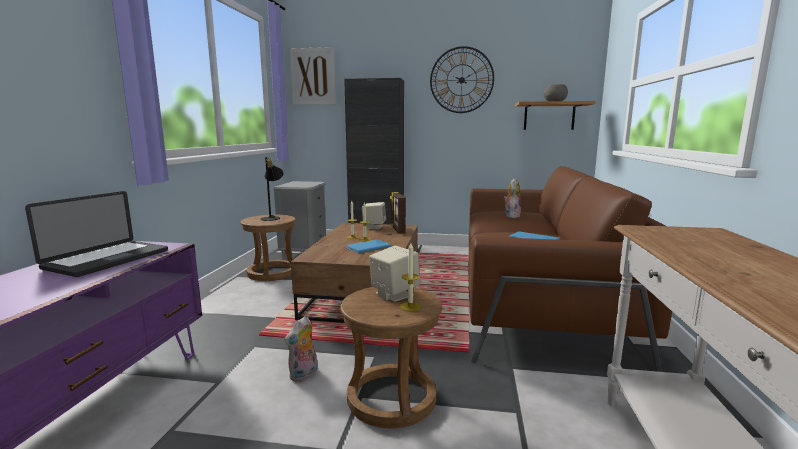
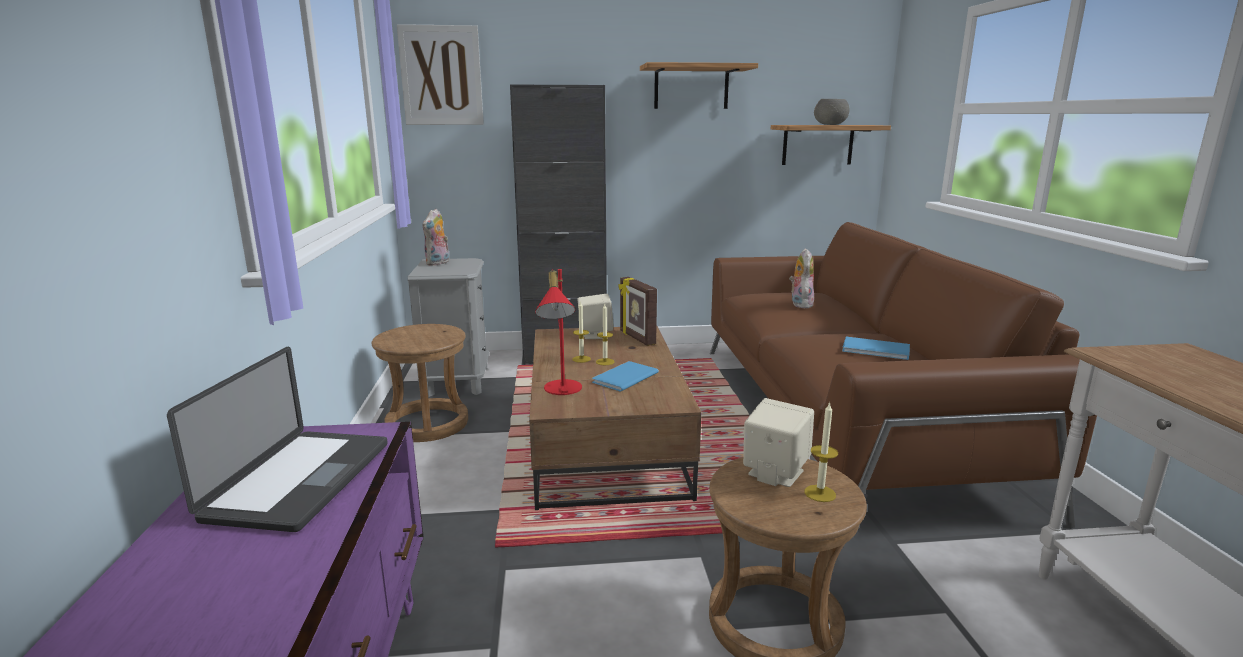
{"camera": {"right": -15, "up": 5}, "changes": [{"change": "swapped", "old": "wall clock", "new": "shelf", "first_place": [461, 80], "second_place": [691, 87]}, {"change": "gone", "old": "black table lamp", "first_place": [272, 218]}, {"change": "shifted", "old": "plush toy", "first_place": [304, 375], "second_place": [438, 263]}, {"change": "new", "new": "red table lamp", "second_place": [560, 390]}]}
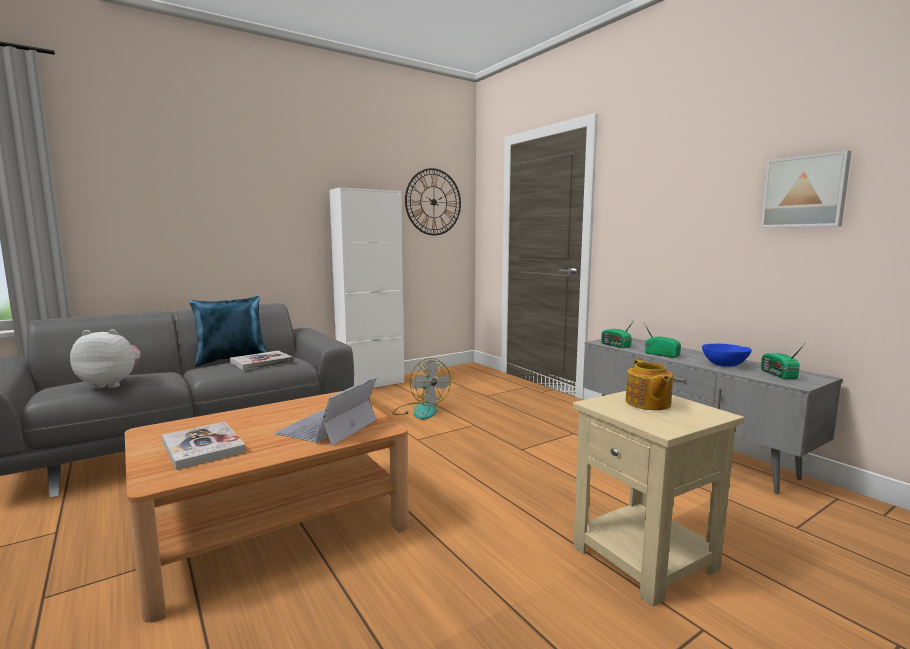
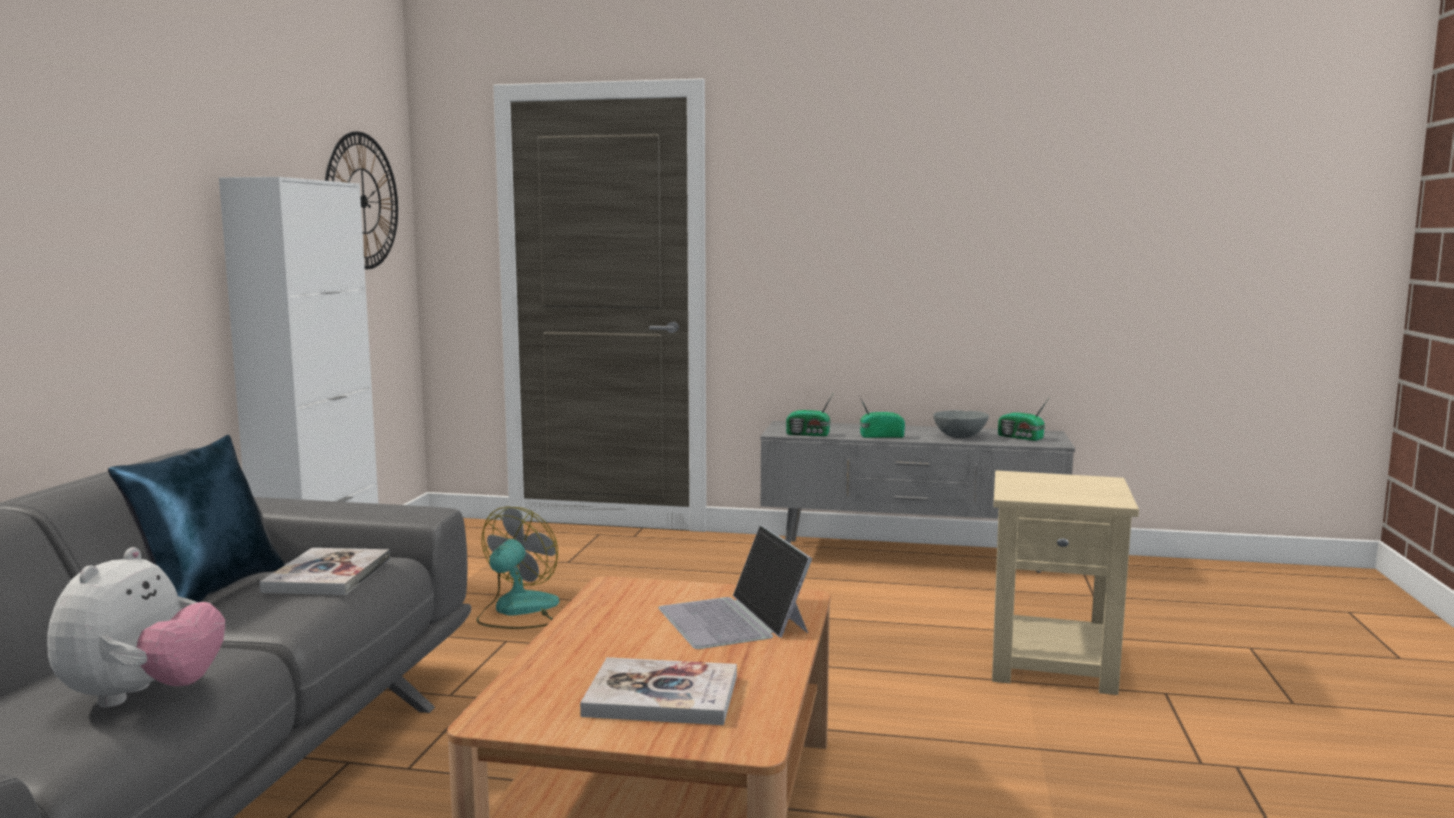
{"camera": {"right": -45, "up": 0}, "changes": [{"change": "gone", "old": "picture", "first_place": [804, 192]}, {"change": "rotated", "old": "plush toy", "first_place": [111, 384], "second_place": [143, 696], "degrees": 150}, {"change": "repainted", "old": "blue bowl", "new": "grey bowl", "first_place": [724, 364], "second_place": [960, 436]}, {"change": "rotated", "old": "fan", "first_place": [420, 410], "second_place": [517, 611], "degrees": -75}, {"change": "gone", "old": "teapot", "first_place": [647, 403]}]}
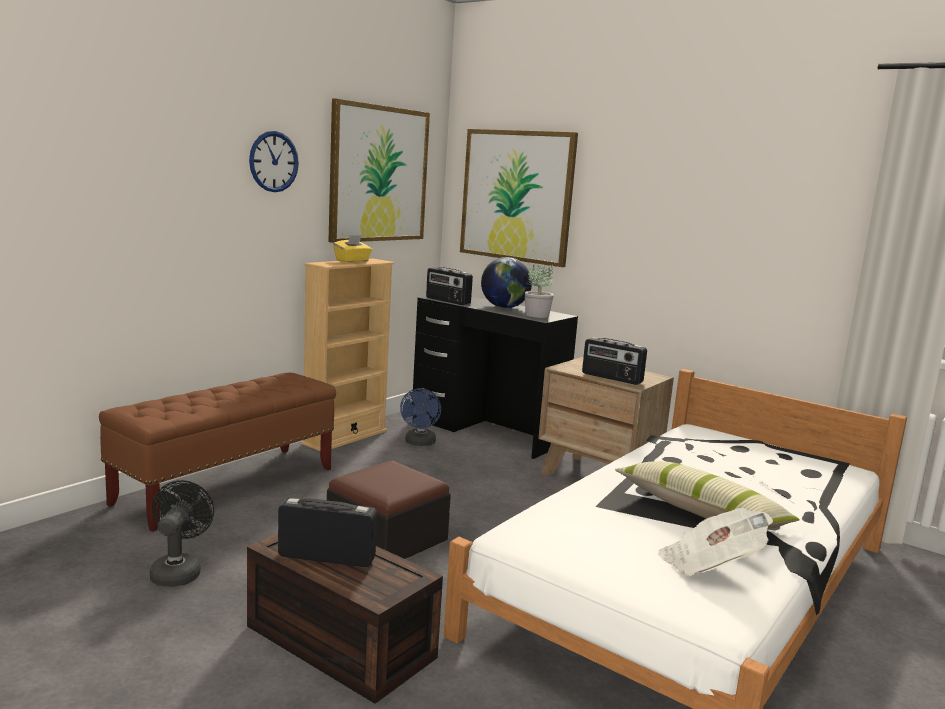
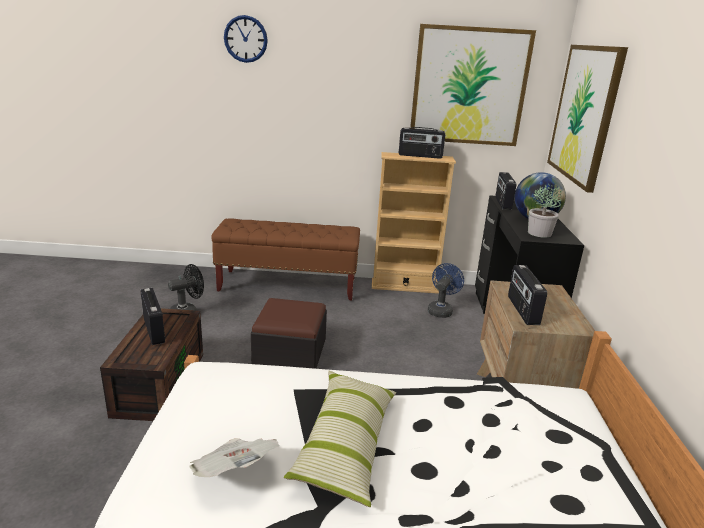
{"camera": {"right": 55, "up": 10}, "changes": [{"change": "shifted", "old": "wall clock", "first_place": [273, 161], "second_place": [245, 39]}, {"change": "swapped", "old": "yellow tissue box", "new": "radio", "first_place": [352, 261], "second_place": [420, 156]}, {"change": "rotated", "old": "blue fan", "first_place": [420, 443], "second_place": [441, 310], "degrees": 150}]}
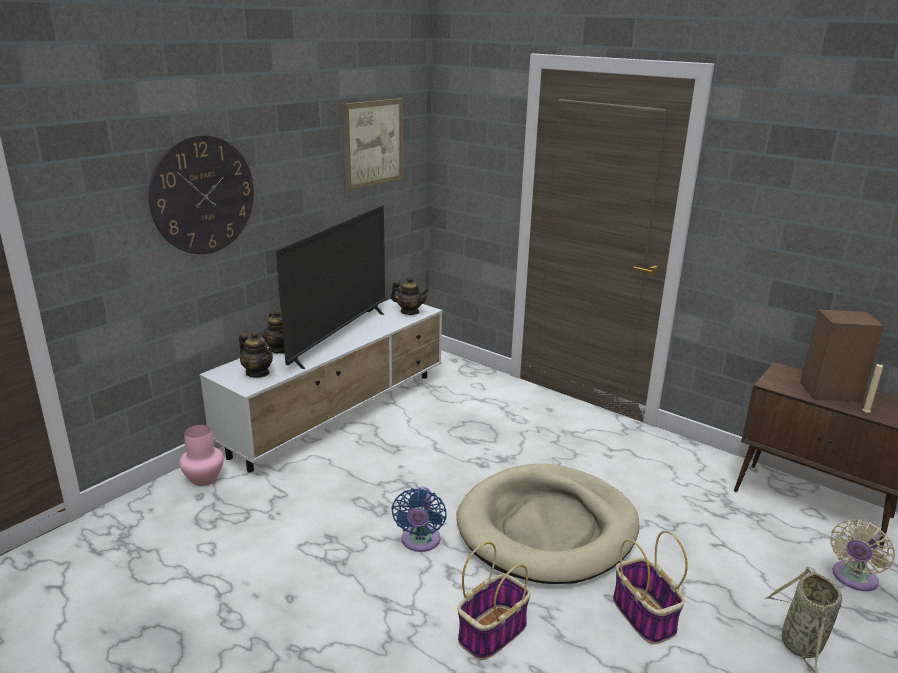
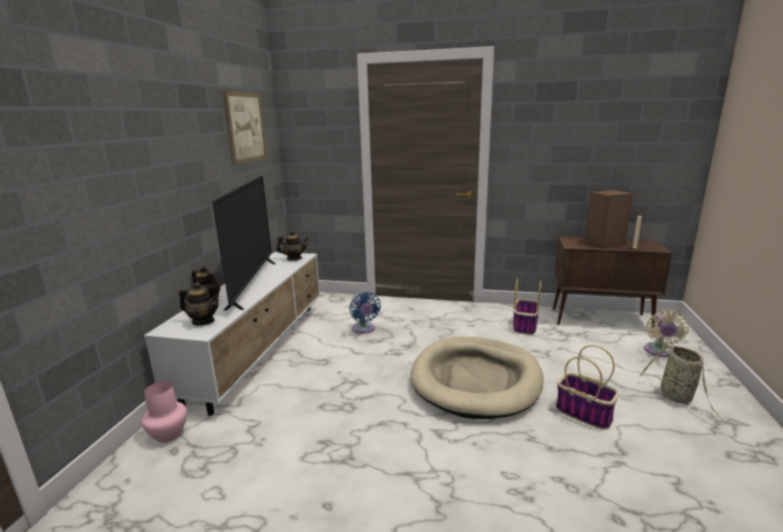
{"camera": {"right": -25, "up": -5}, "changes": [{"change": "gone", "old": "wall clock", "first_place": [203, 195]}, {"change": "shifted", "old": "blue fan", "first_place": [420, 542], "second_place": [364, 329]}, {"change": "shifted", "old": "basket", "first_place": [492, 631], "second_place": [524, 326]}]}
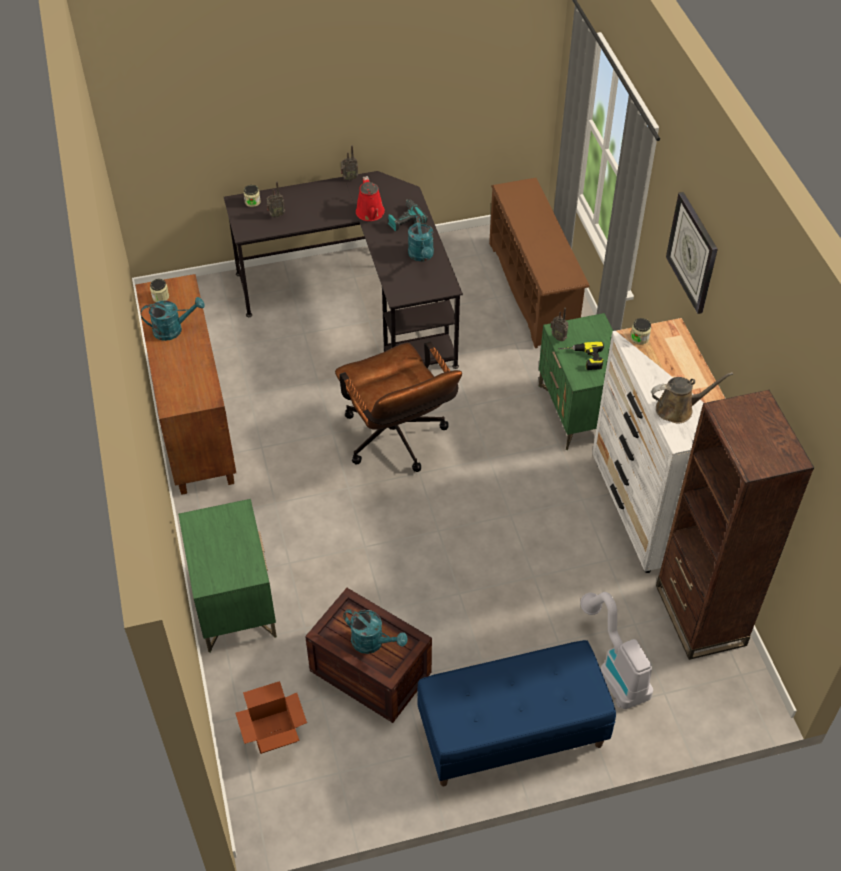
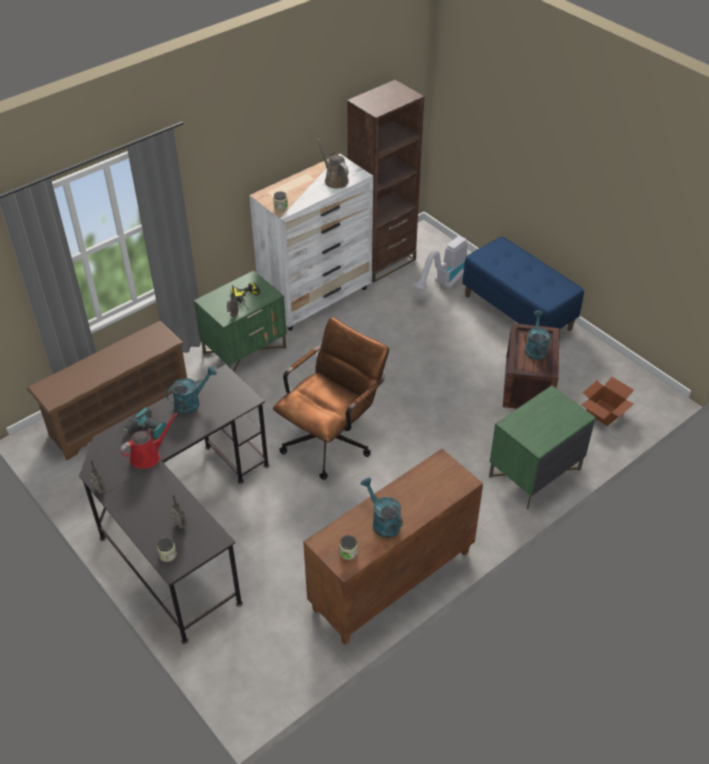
{"camera": {"right": -115, "up": -5}, "changes": [{"change": "gone", "old": "wall clock", "first_place": [693, 252]}]}
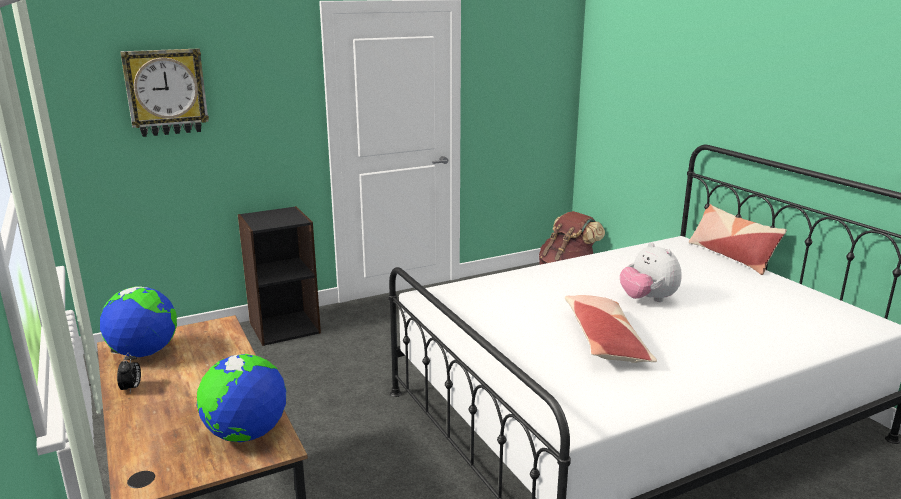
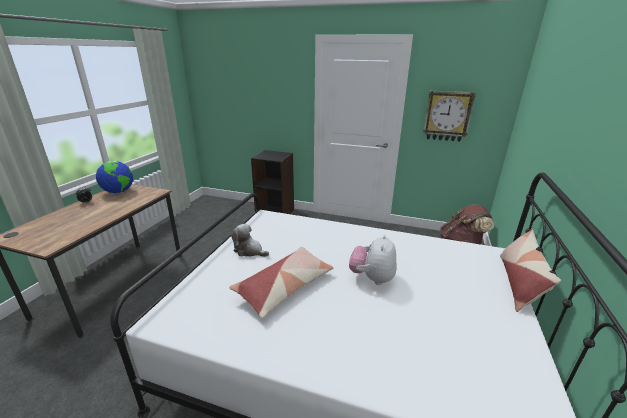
{"camera": {"right": 45, "up": 5}, "changes": [{"change": "shifted", "old": "wall clock", "first_place": [166, 92], "second_place": [447, 116]}, {"change": "gone", "old": "globe", "first_place": [246, 434]}, {"change": "new", "new": "plush toy", "second_place": [249, 251]}]}
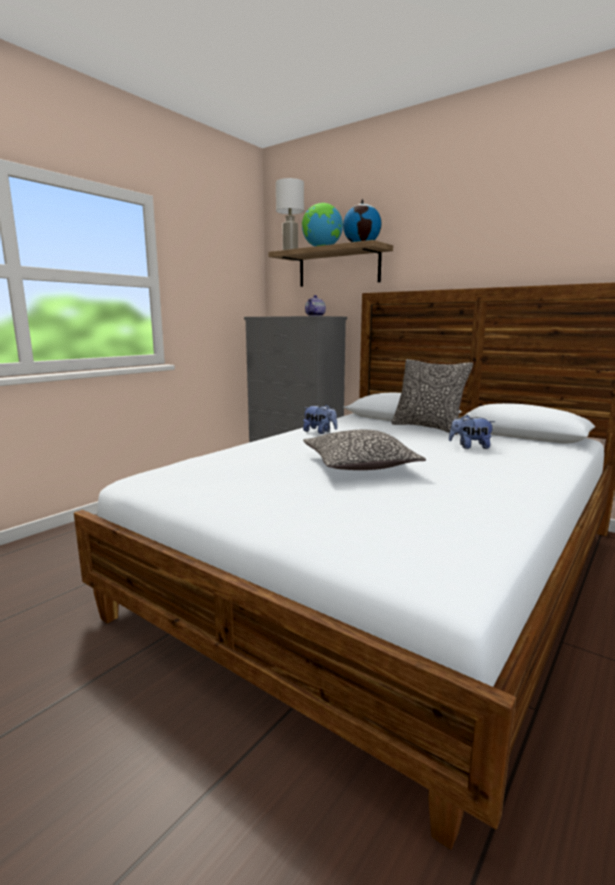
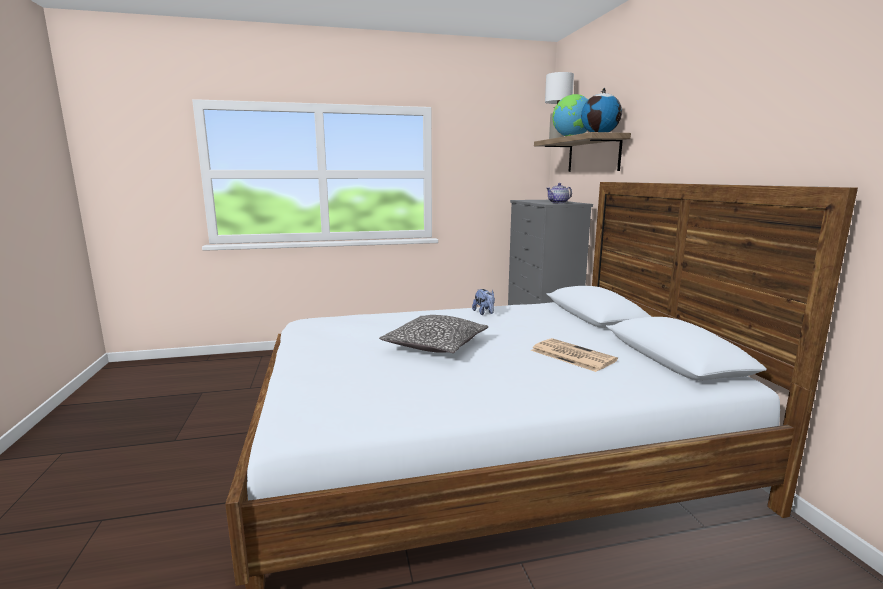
{"camera": {"right": 40, "up": 0}, "changes": [{"change": "gone", "old": "pillow", "first_place": [428, 427]}, {"change": "swapped", "old": "plush toy", "new": "newspaper", "first_place": [470, 447], "second_place": [571, 355]}]}
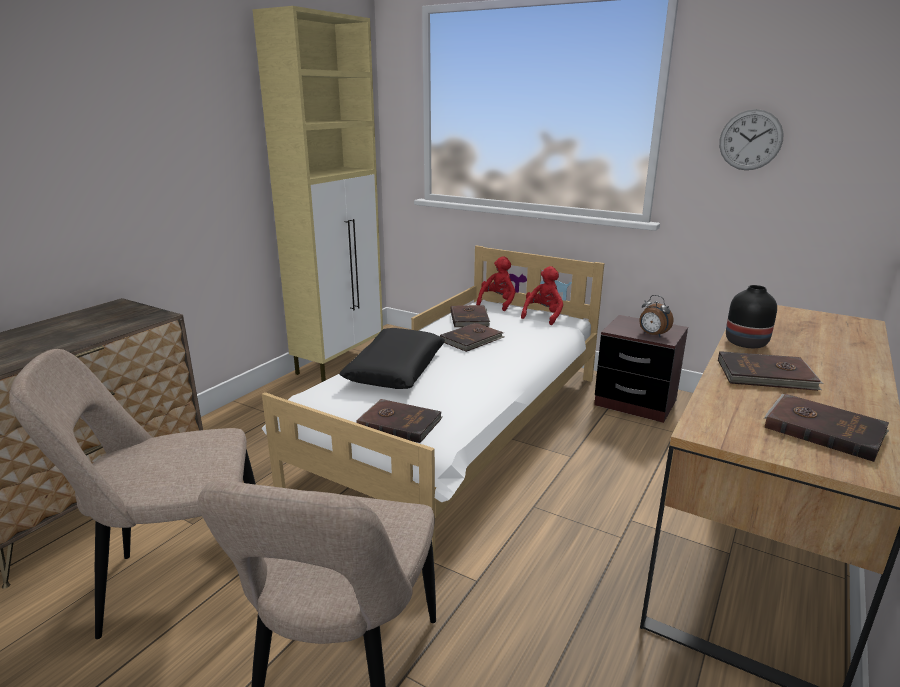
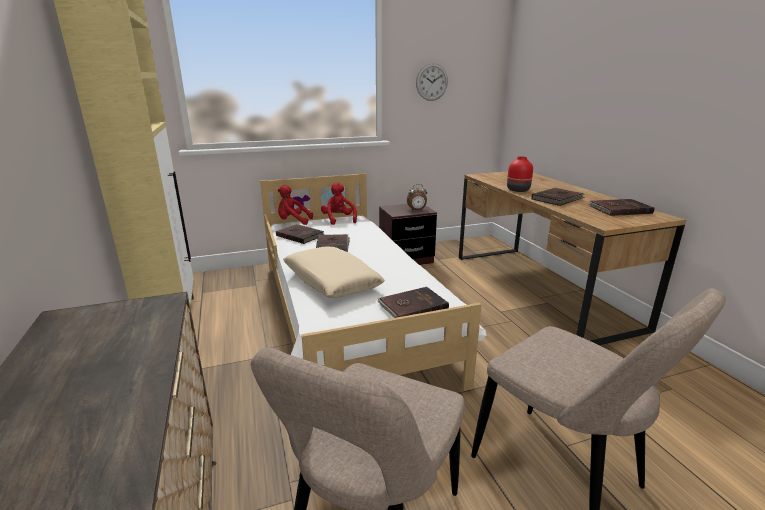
{"camera": {"right": -50, "up": 0}, "changes": [{"change": "rotated", "old": "red plush toy", "first_place": [497, 303], "second_place": [293, 222], "degrees": -60}, {"change": "repainted", "old": "black vase", "new": "red vase", "first_place": [746, 342], "second_place": [518, 190]}, {"change": "repainted", "old": "black pillow", "new": "beige pillow", "first_place": [395, 369], "second_place": [331, 281]}]}
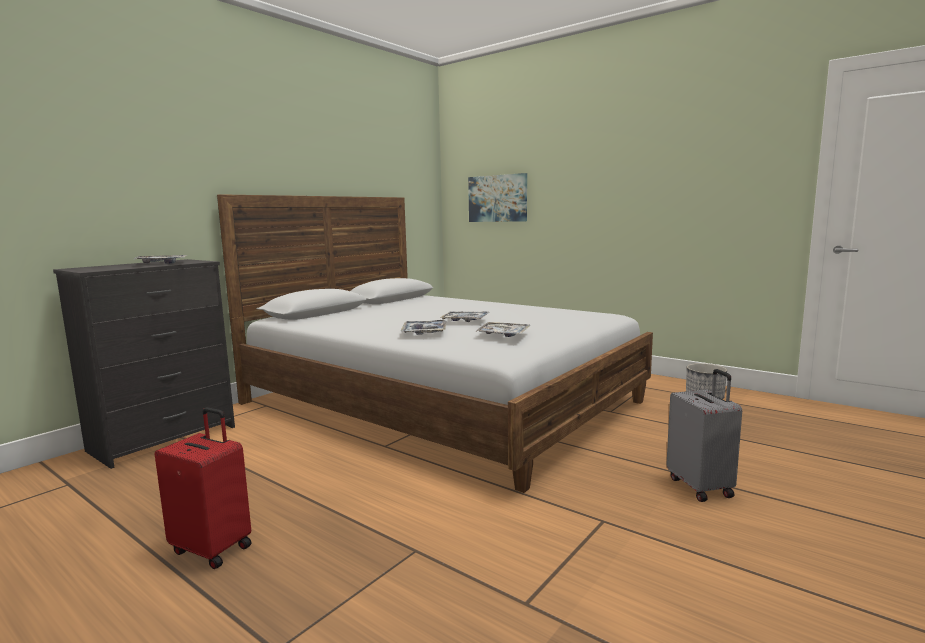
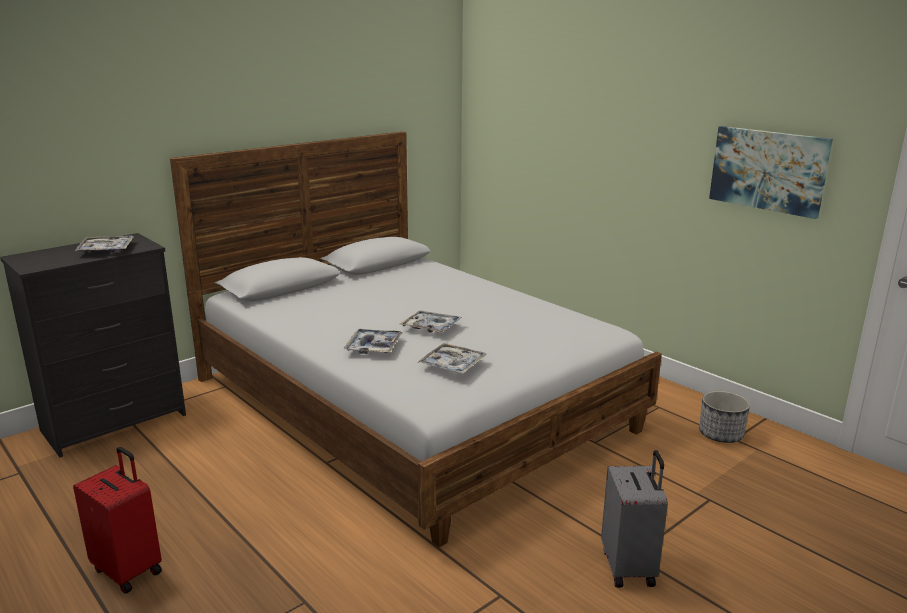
{"camera": {"right": 10, "up": 10}, "changes": [{"change": "shifted", "old": "picture", "first_place": [498, 198], "second_place": [768, 170]}]}
